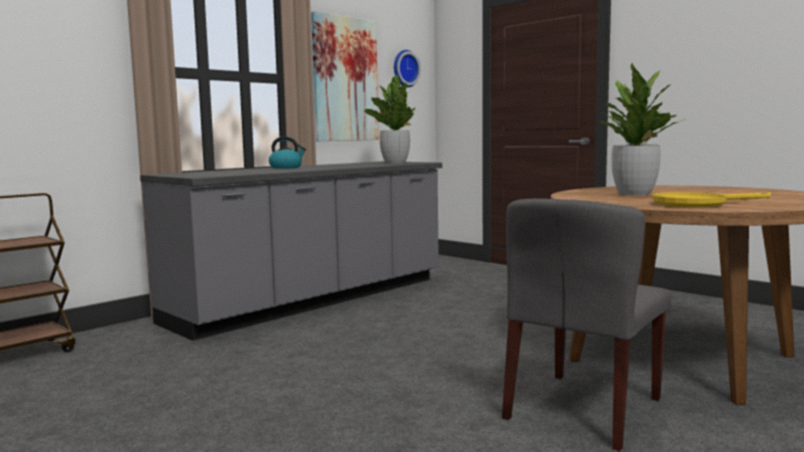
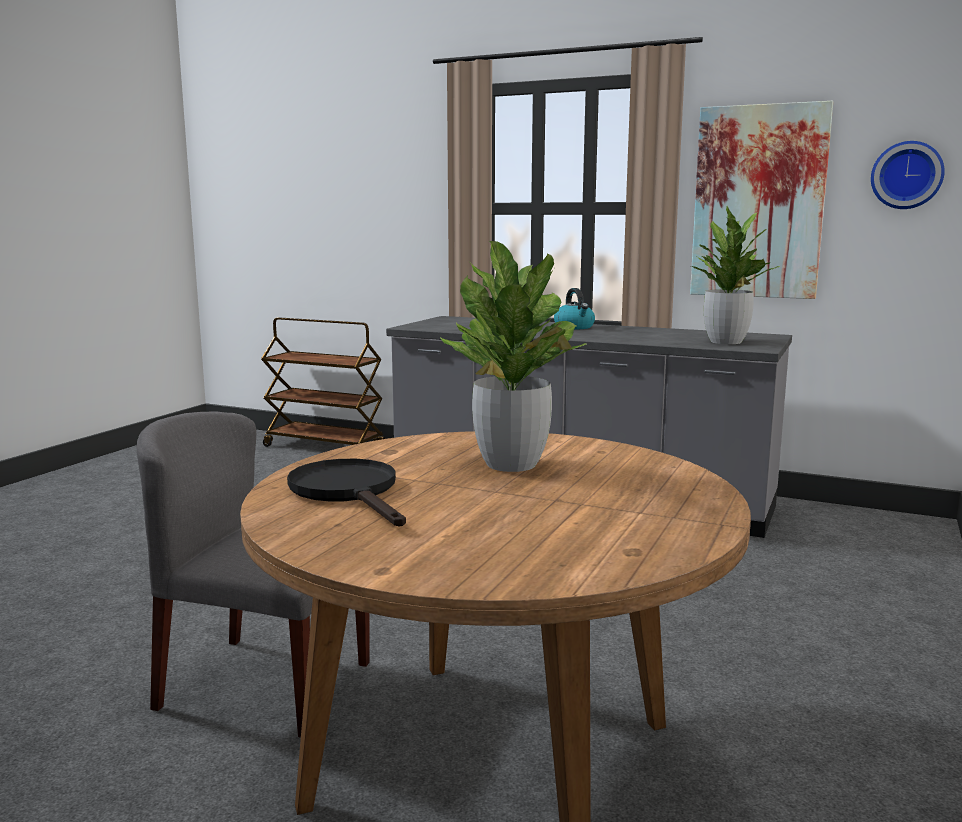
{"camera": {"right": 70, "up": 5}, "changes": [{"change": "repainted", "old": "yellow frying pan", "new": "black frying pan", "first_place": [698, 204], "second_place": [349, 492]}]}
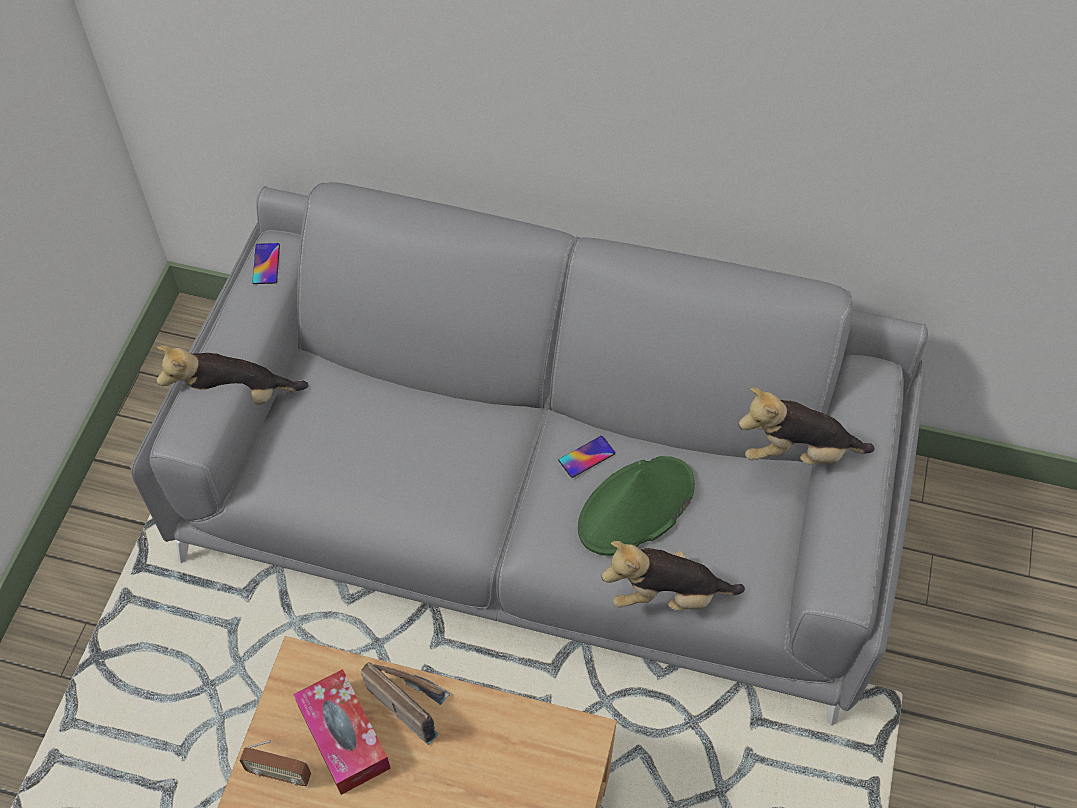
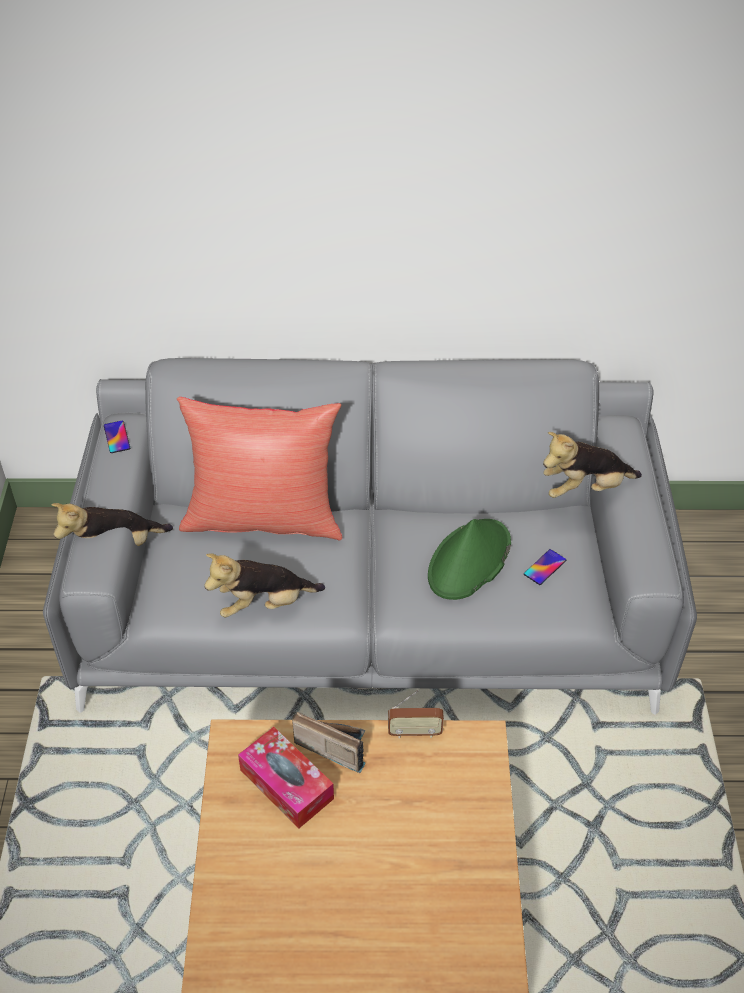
{"camera": {"right": -15, "up": -10}, "changes": [{"change": "shifted", "old": "phone", "first_place": [586, 457], "second_place": [545, 567]}, {"change": "shifted", "old": "plush toy", "first_place": [666, 595], "second_place": [264, 604]}, {"change": "shifted", "old": "radio", "first_place": [279, 774], "second_place": [414, 732]}, {"change": "new", "new": "red pillow", "second_place": [263, 518]}]}
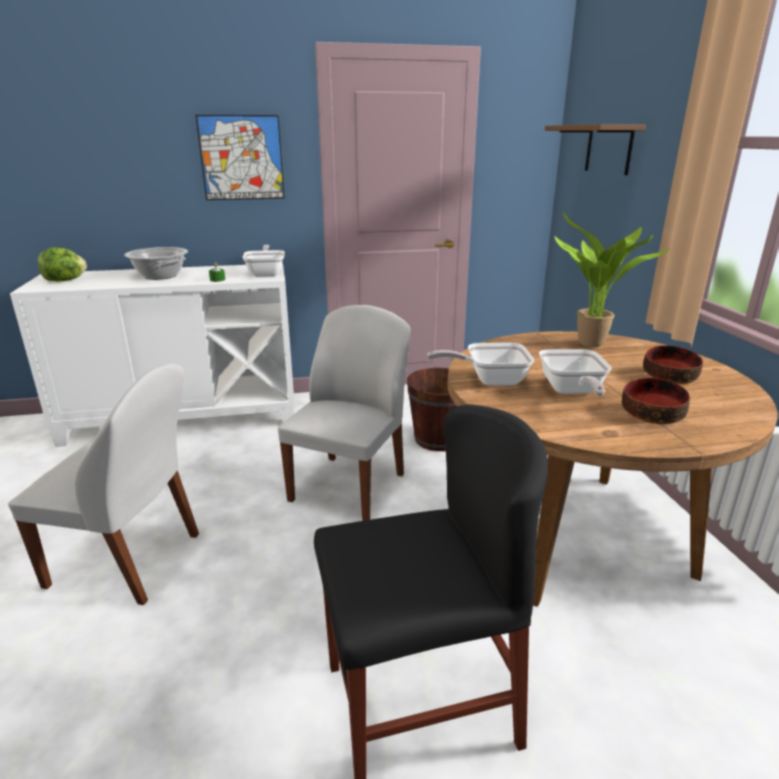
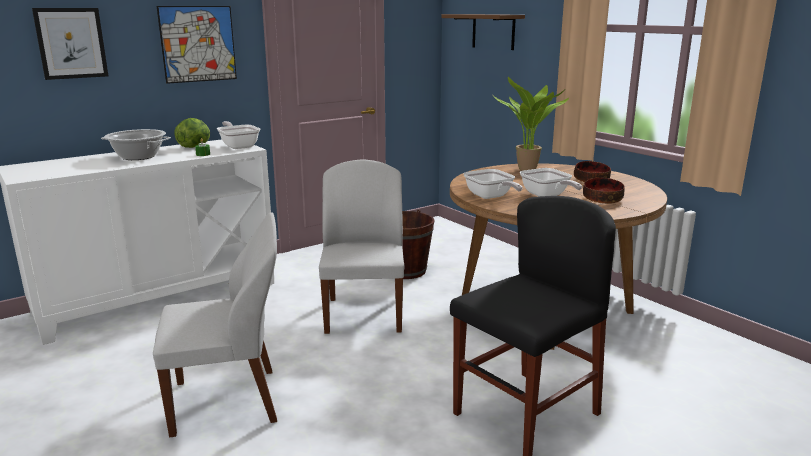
{"camera": {"right": -25, "up": -5}, "changes": [{"change": "shifted", "old": "lettuce", "first_place": [65, 280], "second_place": [195, 147]}, {"change": "rotated", "old": "frying pan", "first_place": [489, 380], "second_place": [490, 197], "degrees": -90}, {"change": "new", "new": "picture", "second_place": [71, 43]}]}
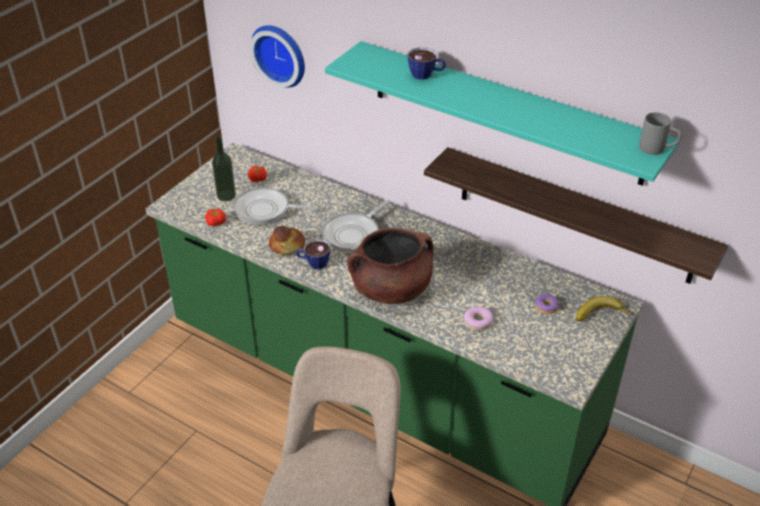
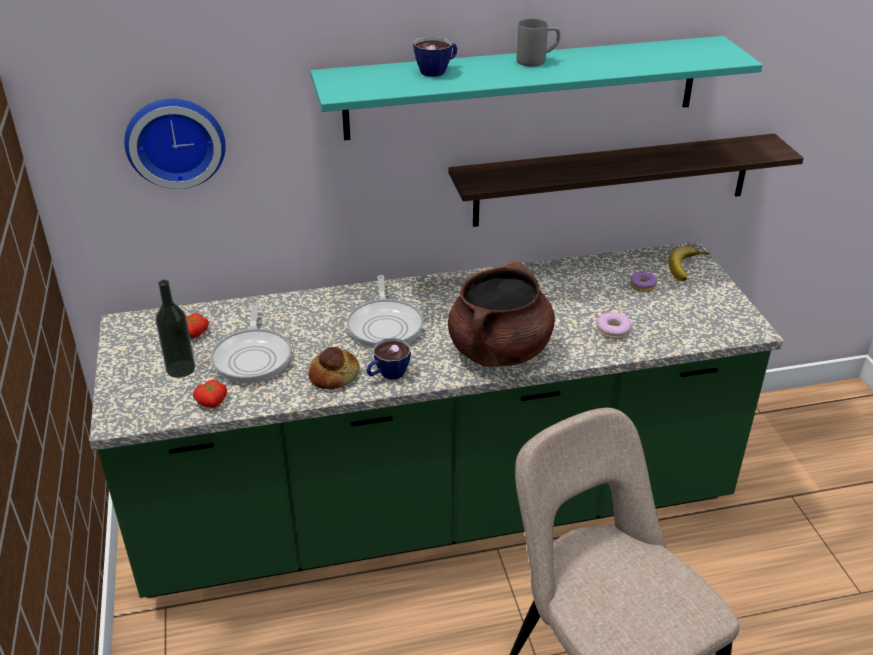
{"camera": {"right": -45, "up": -5}, "changes": [{"change": "shifted", "old": "grey mug", "first_place": [657, 149], "second_place": [537, 61]}, {"change": "rotated", "old": "frying pan", "first_place": [265, 210], "second_place": [253, 357], "degrees": -60}]}
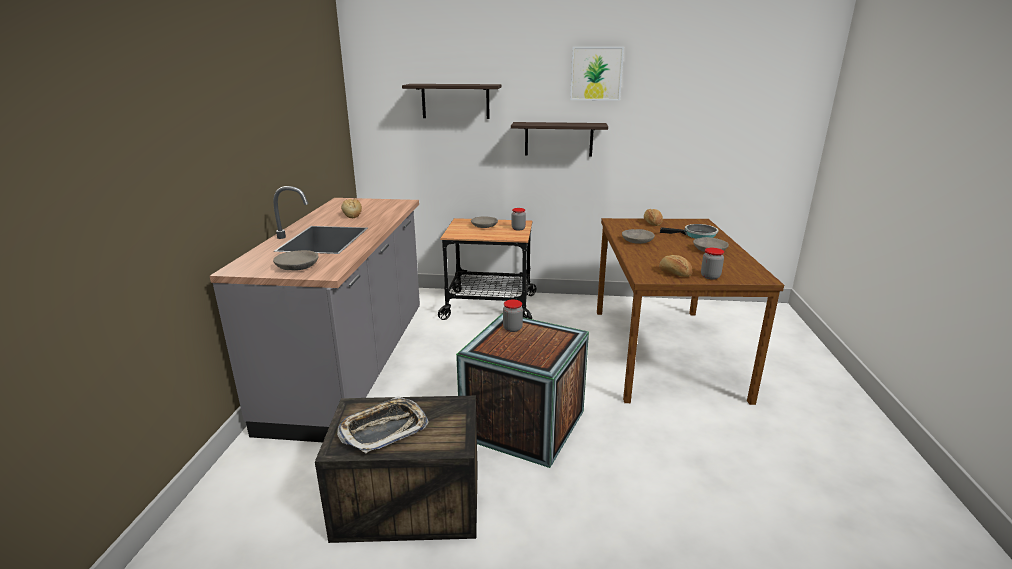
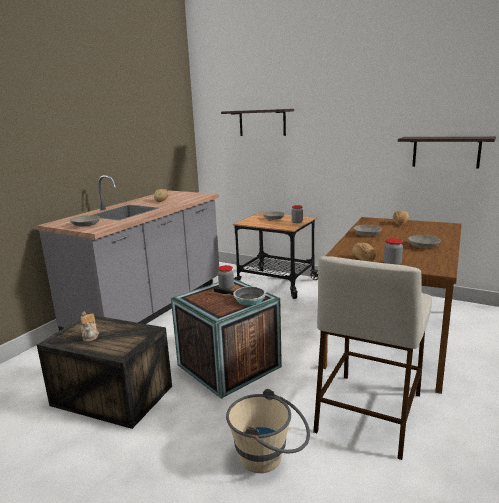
{"camera": {"right": 25, "up": -5}, "changes": [{"change": "gone", "old": "picture", "first_place": [596, 73]}, {"change": "shifted", "old": "shelf", "first_place": [558, 139], "second_place": [446, 152]}, {"change": "shifted", "old": "frying pan", "first_place": [697, 235], "second_place": [246, 299]}, {"change": "swapped", "old": "tray", "new": "teapot", "first_place": [384, 429], "second_place": [90, 335]}, {"change": "new", "new": "beige stool", "second_place": [369, 411]}, {"change": "new", "new": "beige bucket", "second_place": [269, 458]}]}
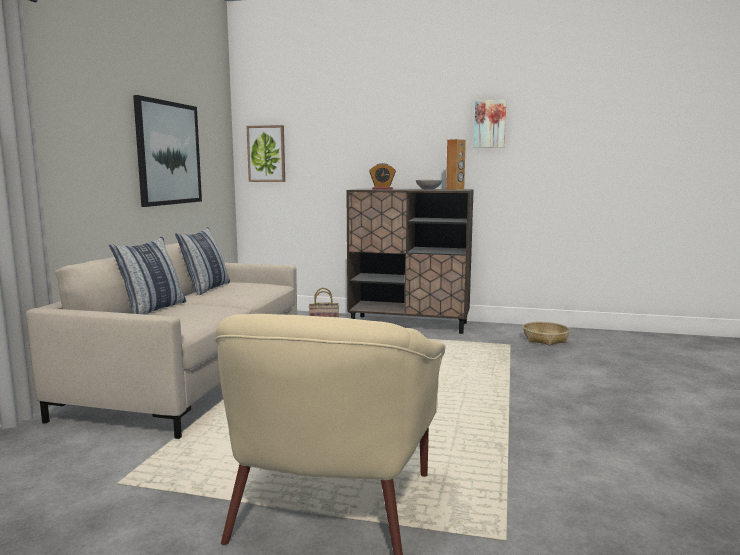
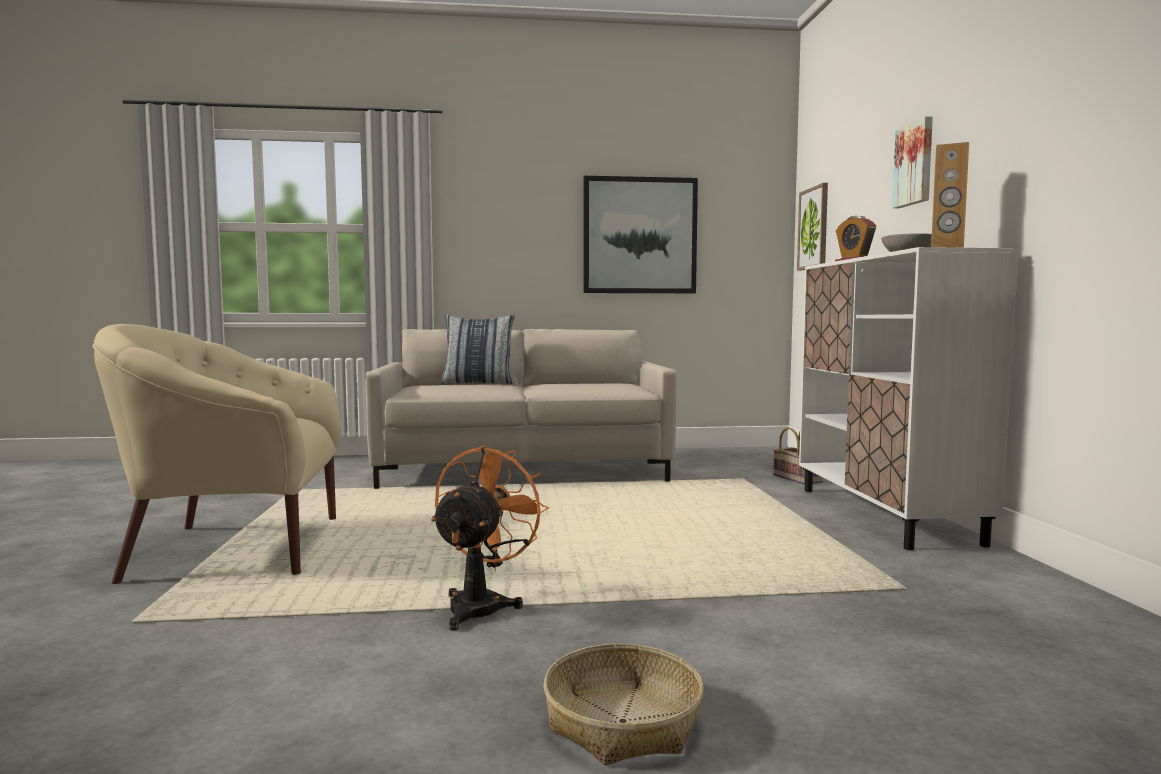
{"camera": {"right": 70, "up": -5}, "changes": [{"change": "shifted", "old": "picture", "first_place": [490, 124], "second_place": [915, 164]}, {"change": "repainted", "old": "brown cabinet", "new": "white cabinet", "first_place": [409, 324], "second_place": [885, 515]}, {"change": "gone", "old": "pillow", "first_place": [206, 288]}, {"change": "shifted", "old": "basket", "first_place": [545, 339], "second_place": [623, 722]}, {"change": "new", "new": "orange fan", "second_place": [482, 604]}]}
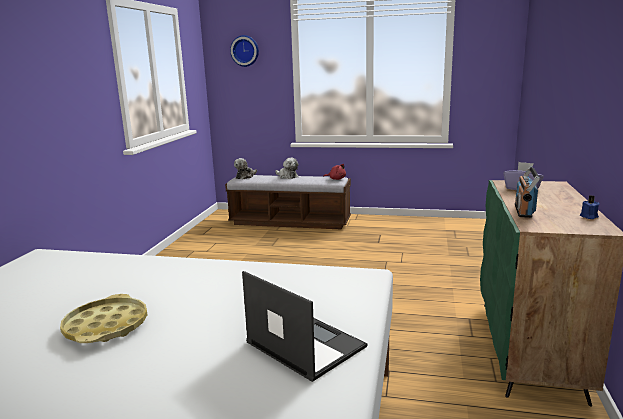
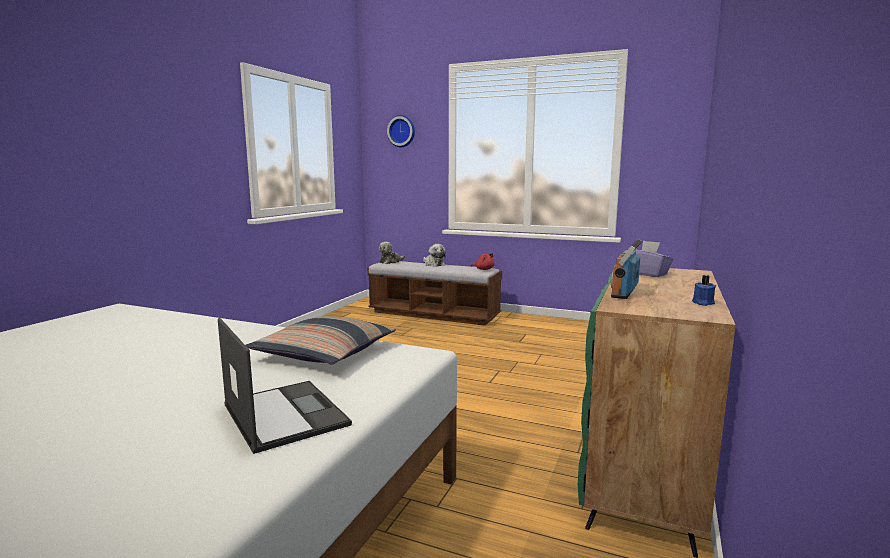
{"camera": {"right": 10, "up": -5}, "changes": [{"change": "gone", "old": "yellow tray", "first_place": [106, 326]}, {"change": "new", "new": "pillow", "second_place": [324, 353]}]}
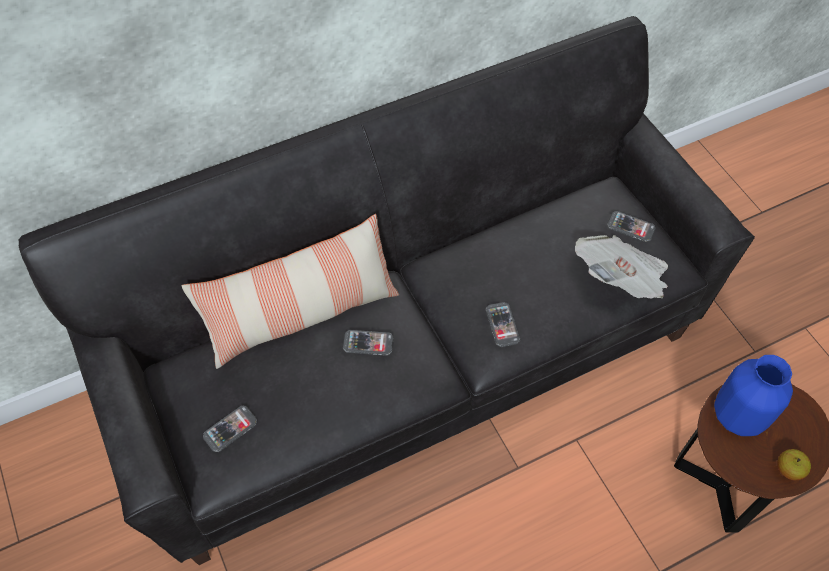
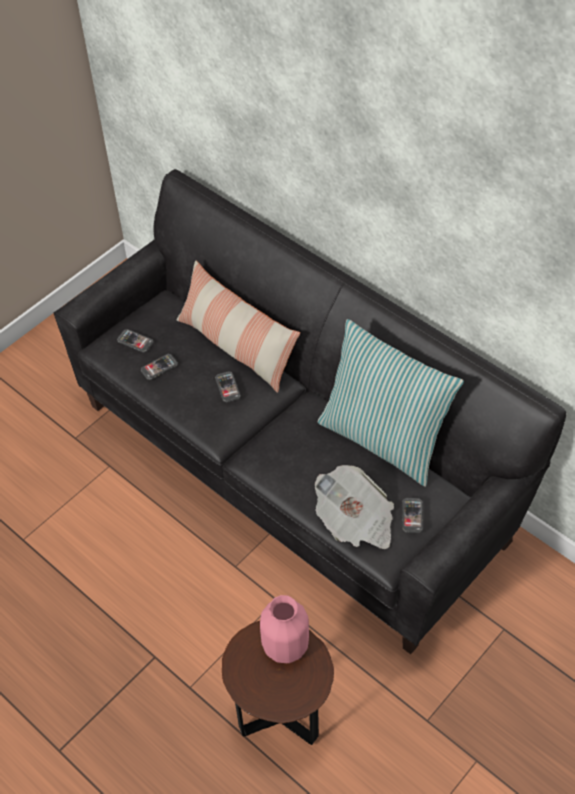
{"camera": {"right": 70, "up": -5}, "changes": [{"change": "shifted", "old": "phone", "first_place": [502, 325], "second_place": [159, 367]}, {"change": "repainted", "old": "blue vase", "new": "pink vase", "first_place": [739, 415], "second_place": [285, 646]}, {"change": "gone", "old": "apple", "first_place": [788, 469]}, {"change": "new", "new": "pillow", "second_place": [383, 439]}]}
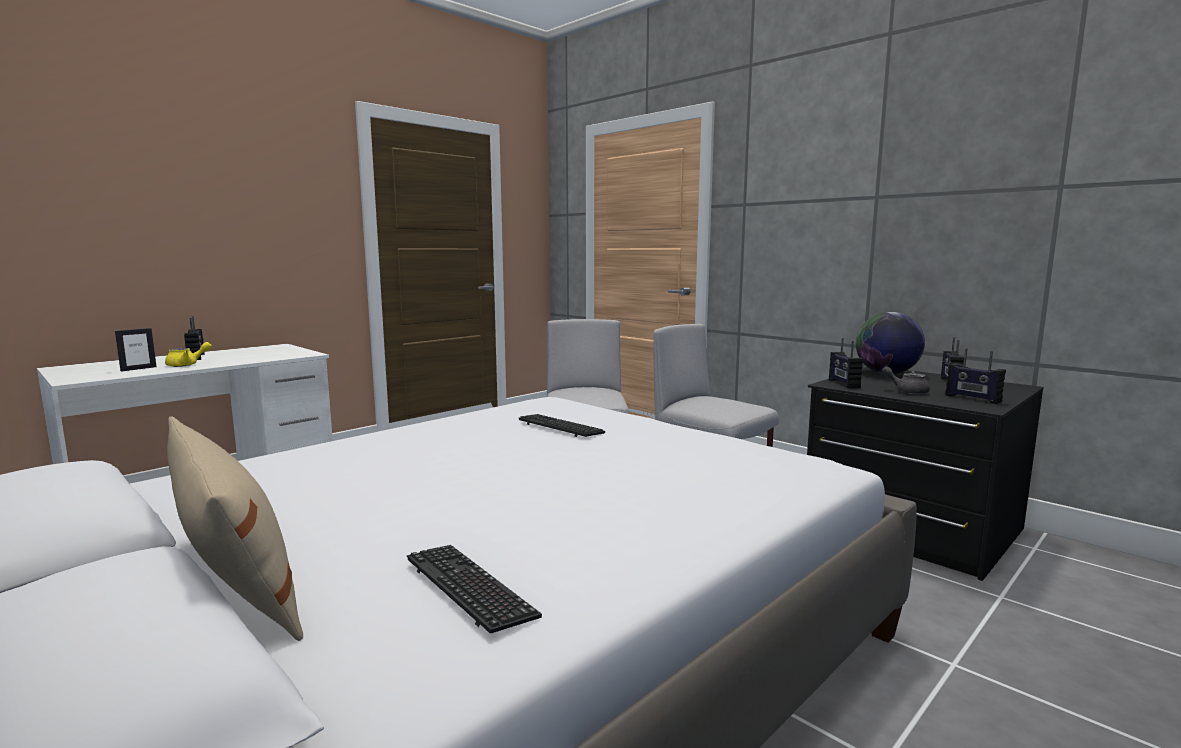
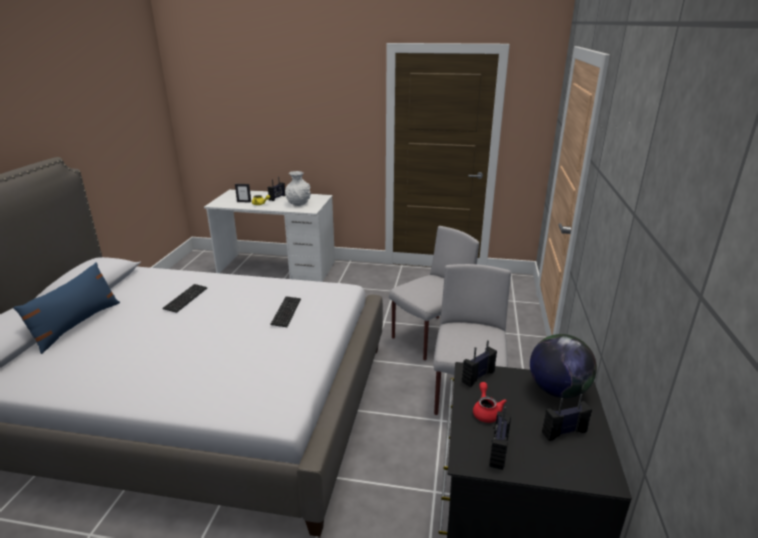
{"camera": {"right": 55, "up": 15}, "changes": [{"change": "repainted", "old": "grey teapot", "new": "red teapot", "first_place": [907, 391], "second_place": [486, 411]}, {"change": "repainted", "old": "beige pillow", "new": "blue pillow", "first_place": [233, 580], "second_place": [77, 325]}, {"change": "shifted", "old": "keyboard", "first_place": [469, 589], "second_place": [186, 299]}, {"change": "new", "new": "white vase", "second_place": [298, 203]}]}
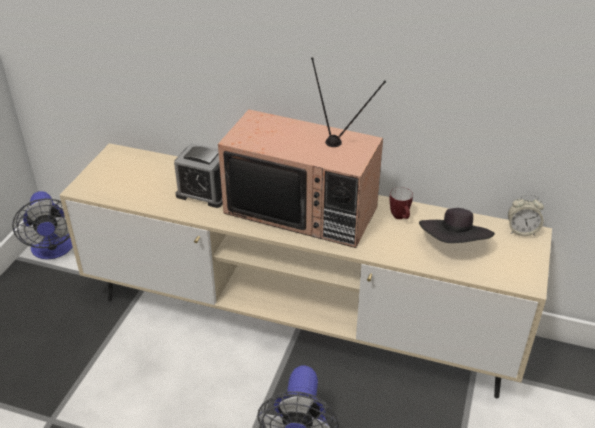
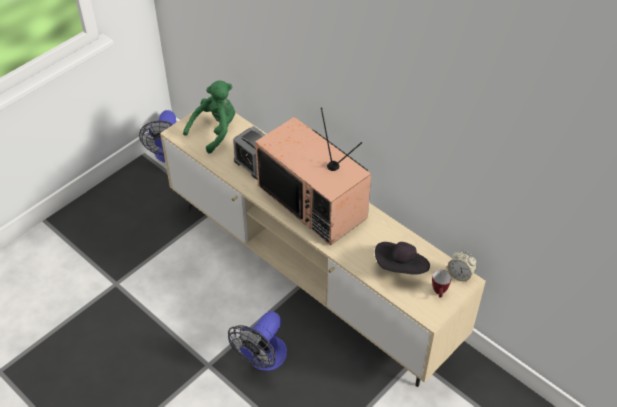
{"camera": {"right": 25, "up": 10}, "changes": [{"change": "shifted", "old": "mug", "first_place": [400, 218], "second_place": [439, 293]}, {"change": "new", "new": "green plush toy", "second_place": [215, 131]}]}
